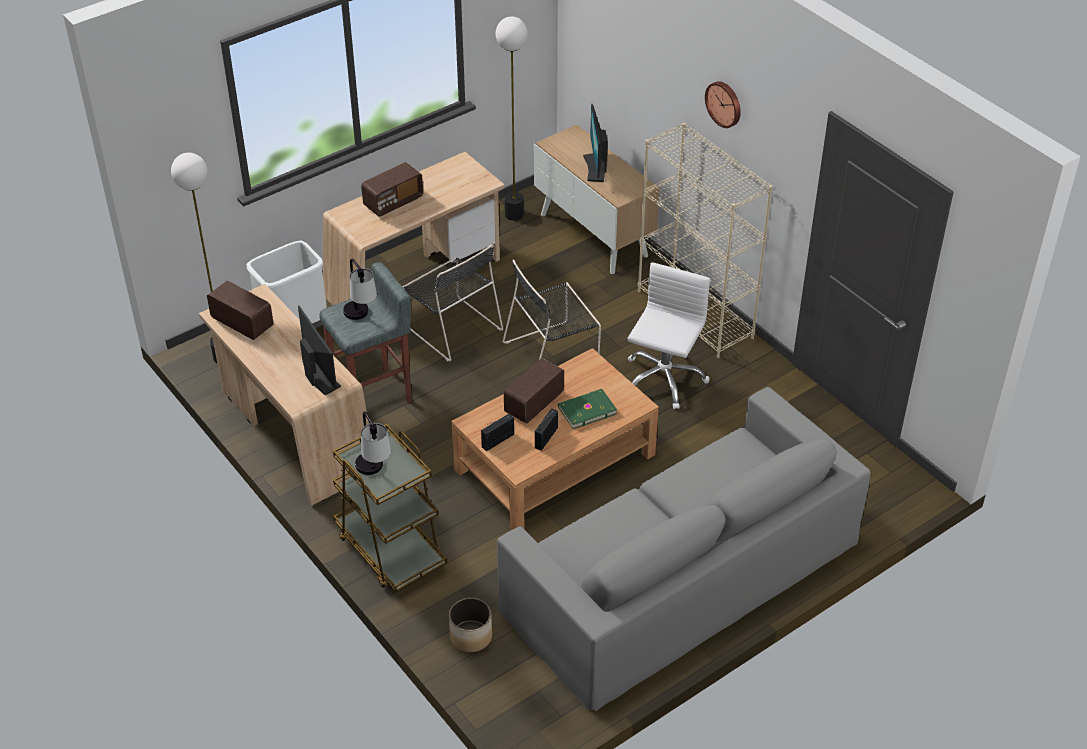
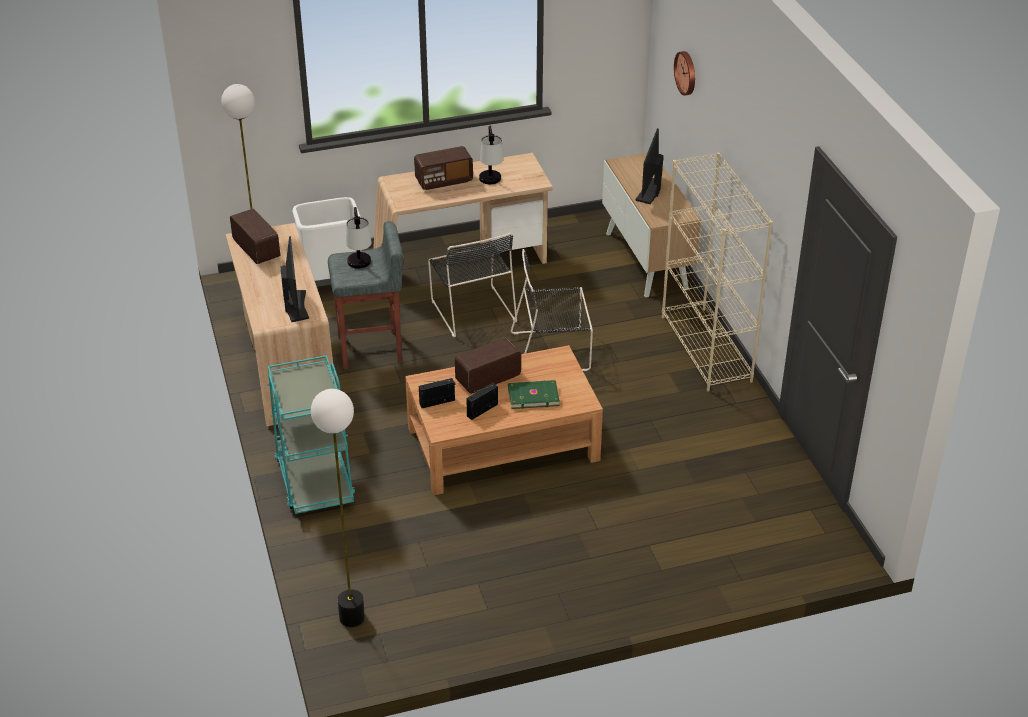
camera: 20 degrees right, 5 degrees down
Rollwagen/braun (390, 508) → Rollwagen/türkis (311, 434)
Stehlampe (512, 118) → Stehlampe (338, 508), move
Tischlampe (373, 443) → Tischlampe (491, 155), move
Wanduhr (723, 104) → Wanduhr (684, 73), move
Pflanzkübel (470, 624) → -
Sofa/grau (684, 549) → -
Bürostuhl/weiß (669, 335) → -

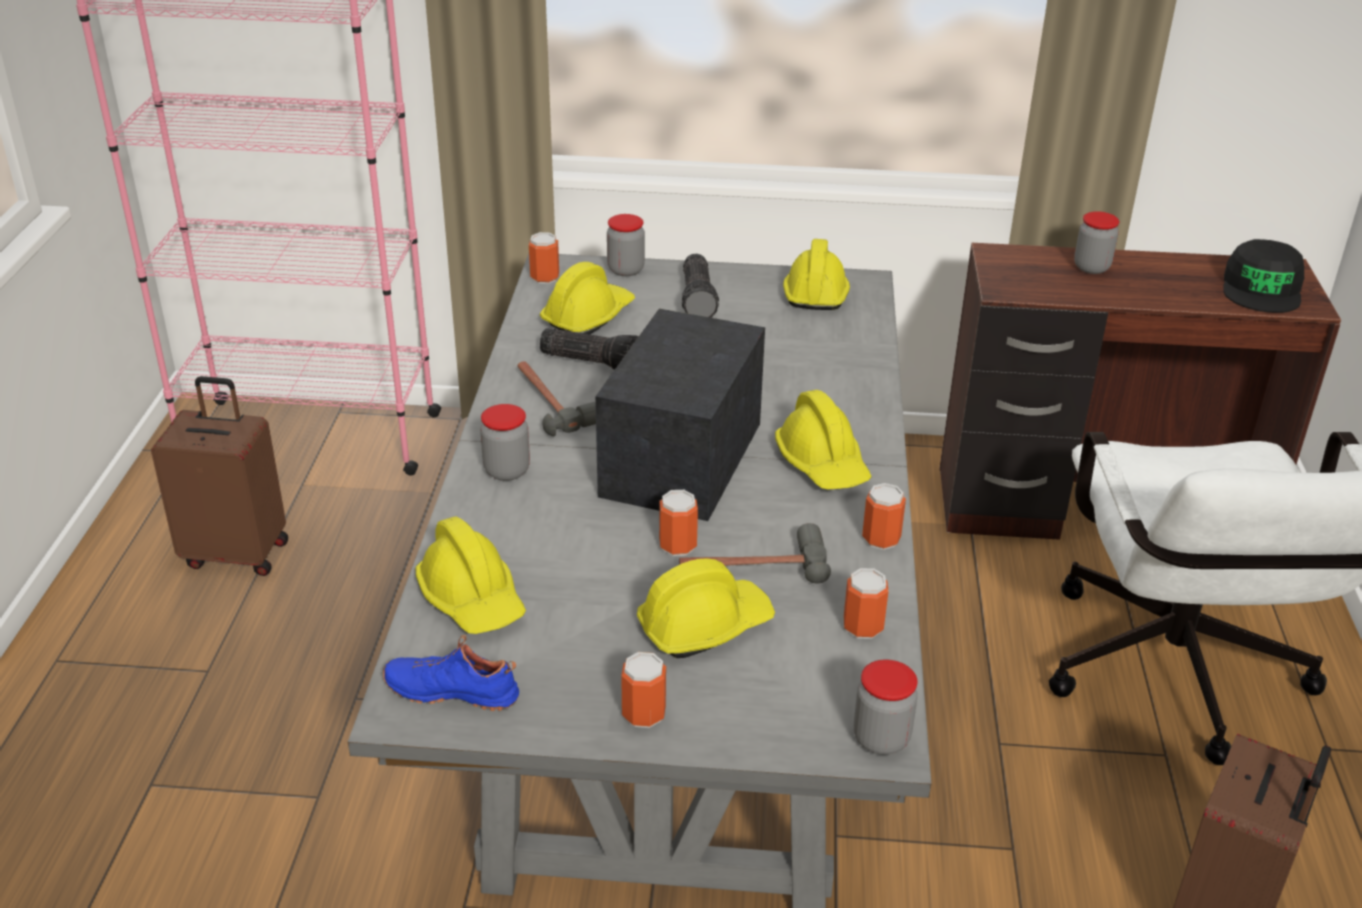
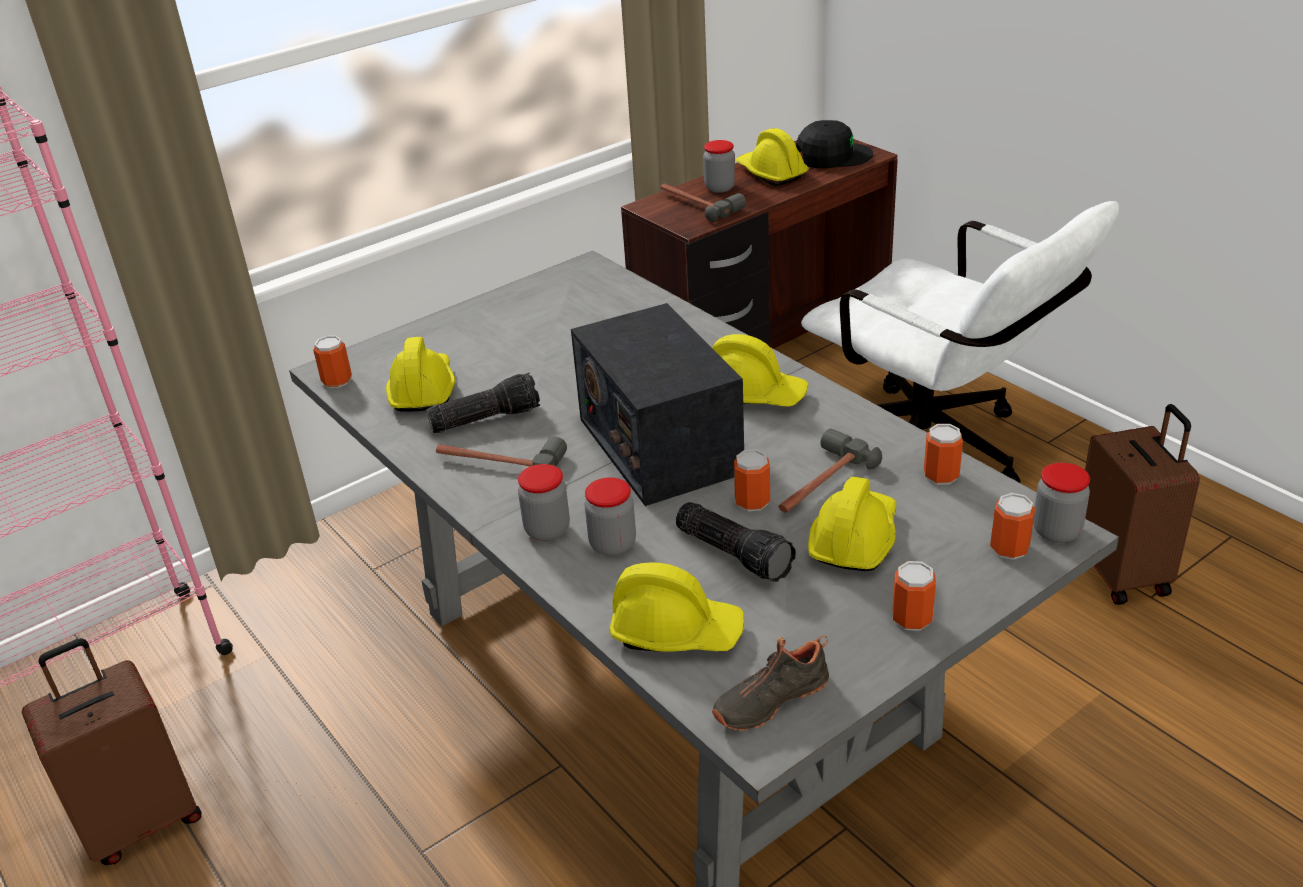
camera: 40 degrees left, 0 degrees up
Vorratsglas (626, 245) → Vorratsglas (610, 516), move
- → Hammer (703, 203)
Taschenlampe (700, 286) → Taschenlampe (736, 542), move
Schuh/blau (451, 673) → Schuh/schwarz (770, 683)
Schutzhelm/gelb (816, 274) → Schutzhelm/gelb (772, 157), move
Kappe/schwarz (1263, 276) → Kappe/schwarz (834, 144), 75 degrees counterclockwise
Dose (884, 516) → Dose (1012, 526), move

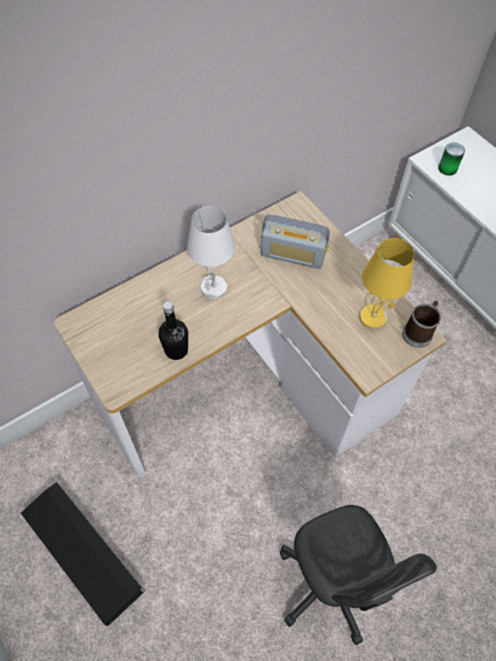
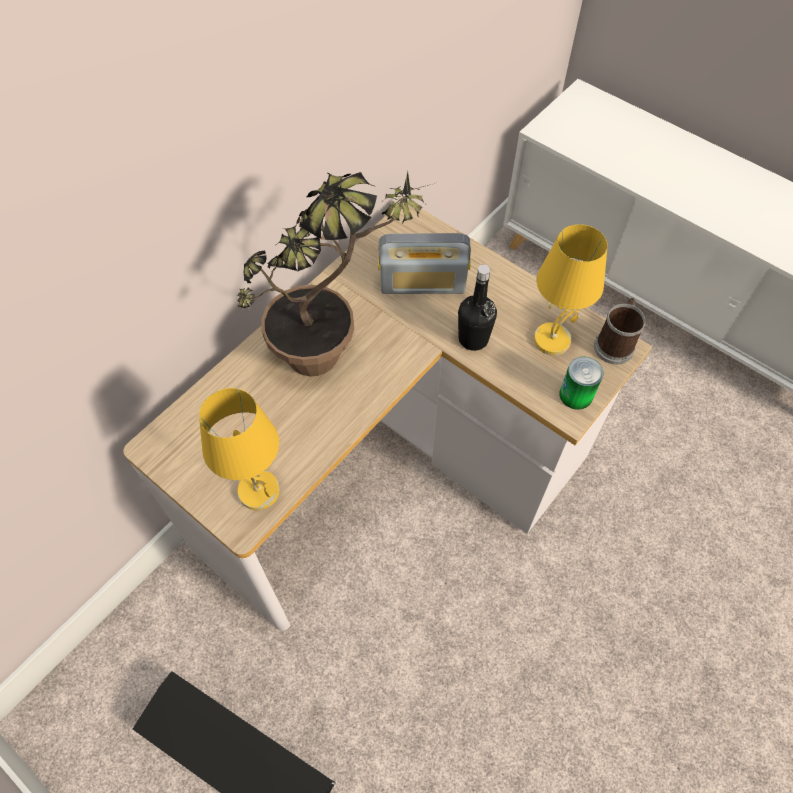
camera: 15 degrees left, 0 degrees up
- → Tischlampe/gelb (239, 449)
Tischlampe/weiß (211, 252) → Topfpflanze (336, 274)
Flasche/schwarz (173, 330) → Flasche/schwarz (477, 308), move
Dose (451, 159) → Dose (581, 383), move
Bürostuhl/grau (358, 575) → -

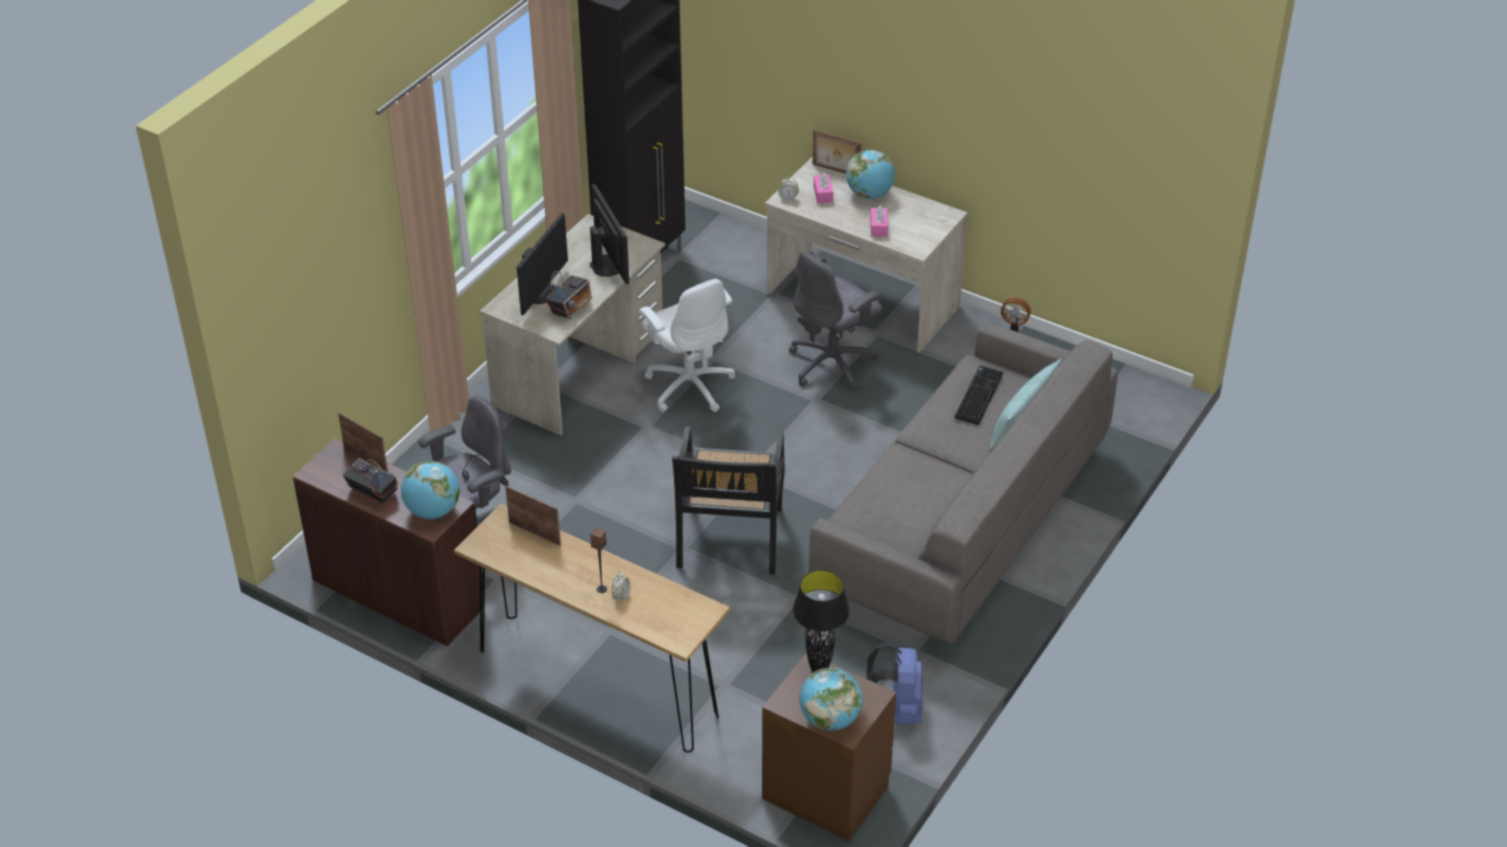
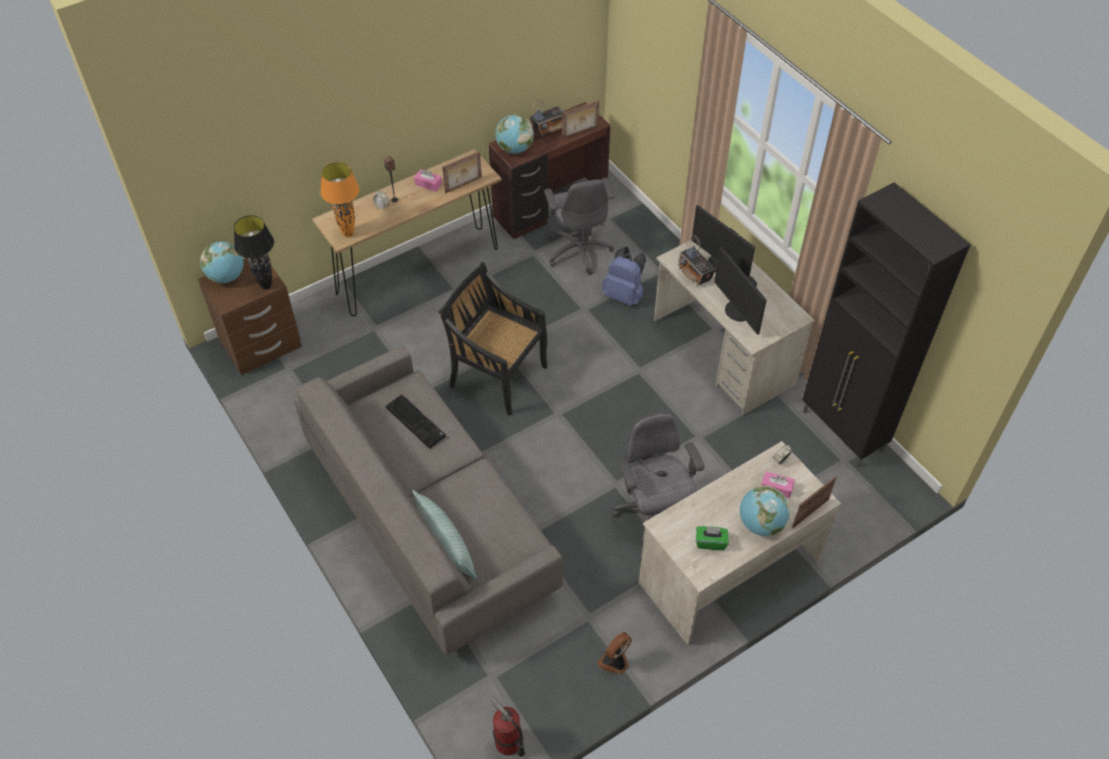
camera: 115 degrees right, 10 degrees up
- → Tischlampe/orange (339, 199)
Tastatur (979, 395) → Tastatur (416, 421), move
Taschentuchbox/rosa (879, 221) → Taschentuchbox/rosa (428, 180), move
- → Feuerlöscher (507, 727)
Rucksack/blau (894, 683) → Rucksack/blau (624, 276), move
- → Taschentuchbox/grün (712, 538)
Monitor (609, 234) → Monitor (740, 291), 60 degrees clockwise
Bürostuhl/weiß (687, 345) → -

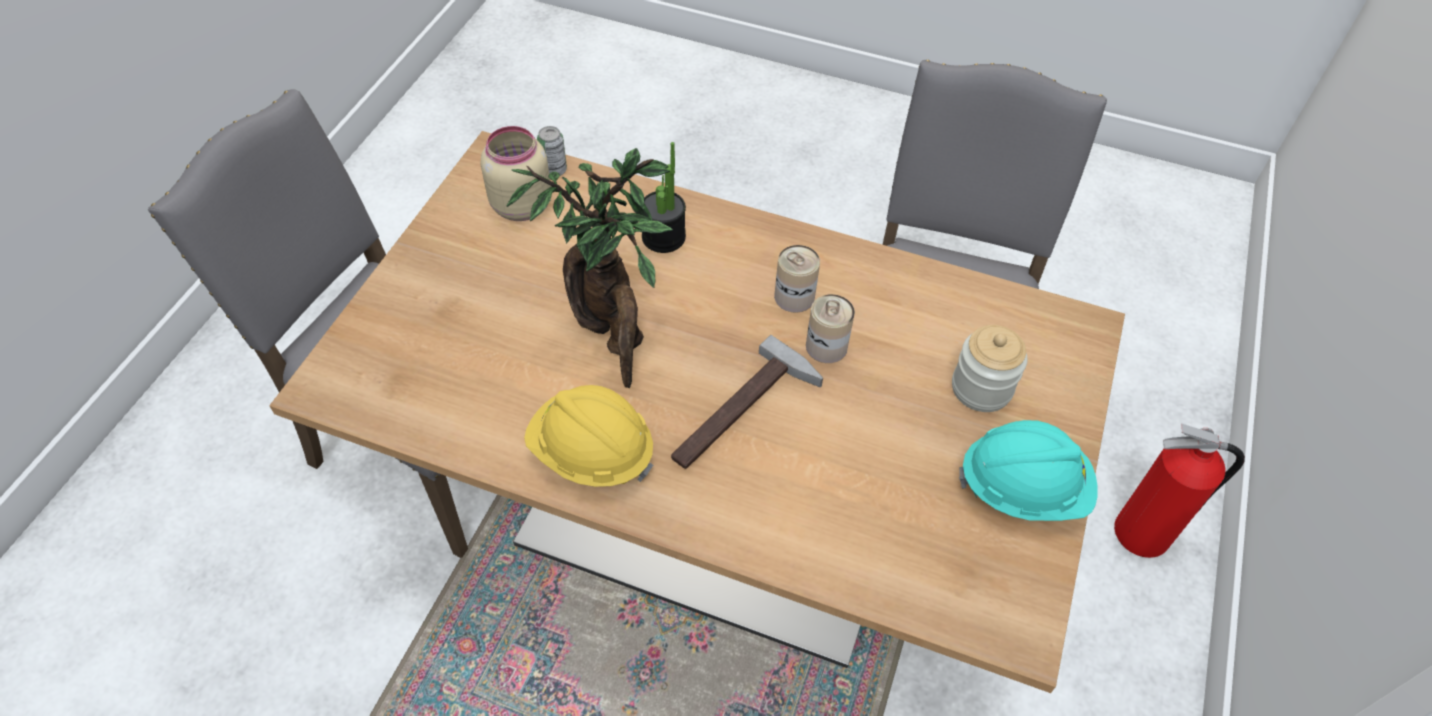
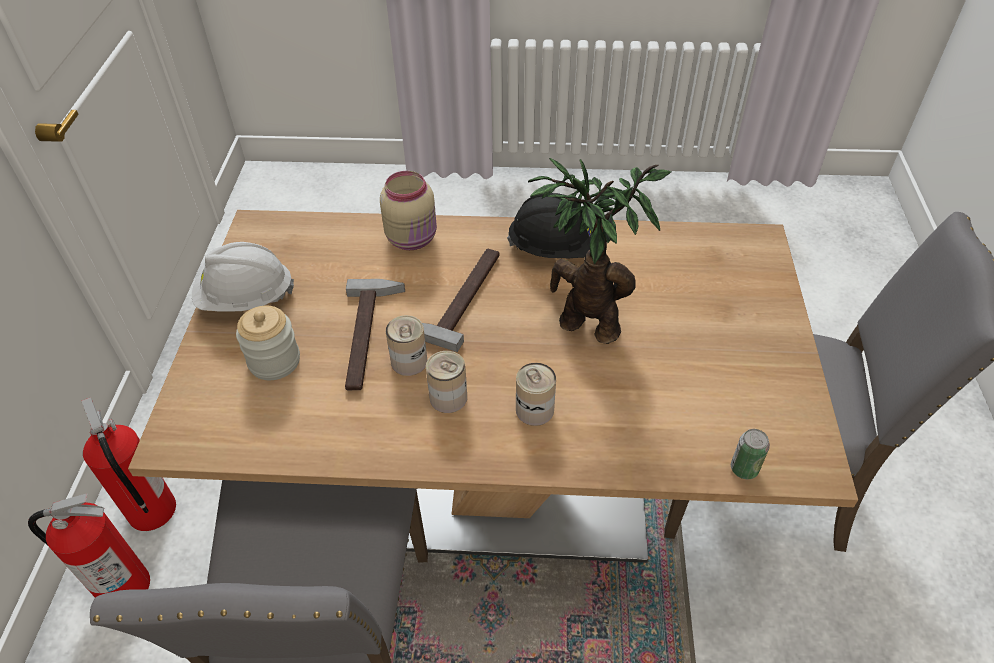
camera: 165 degrees right, 5 degrees down
- → Feuerlöscher (129, 464)
Schutzhelm/türkis (1028, 470) → Schutzhelm/weiß (243, 277)
- → Hammer (375, 334)
Vorratsglas/beige (516, 173) → Vorratsglas/beige (408, 210), move
Schutzhelm/gelb (588, 436) → Schutzhelm/schwarz (549, 225)
- → Dose (536, 394)
Topfpflanze (664, 197) → -

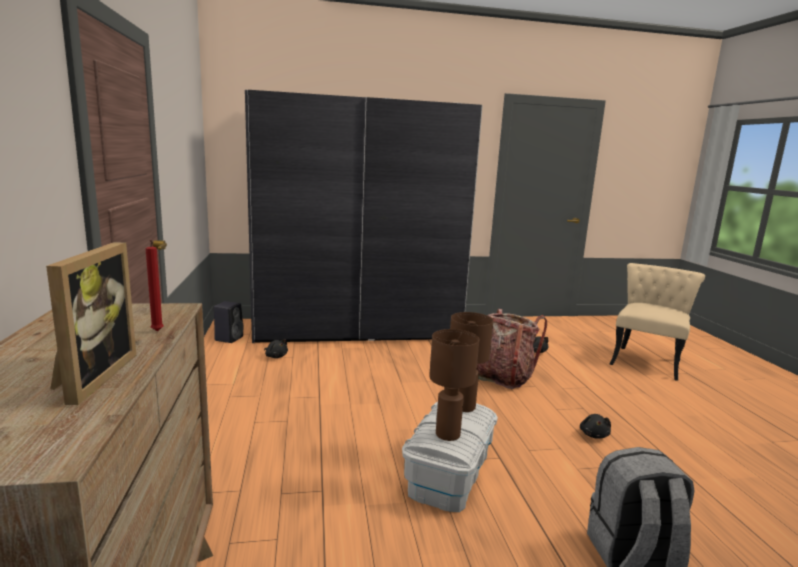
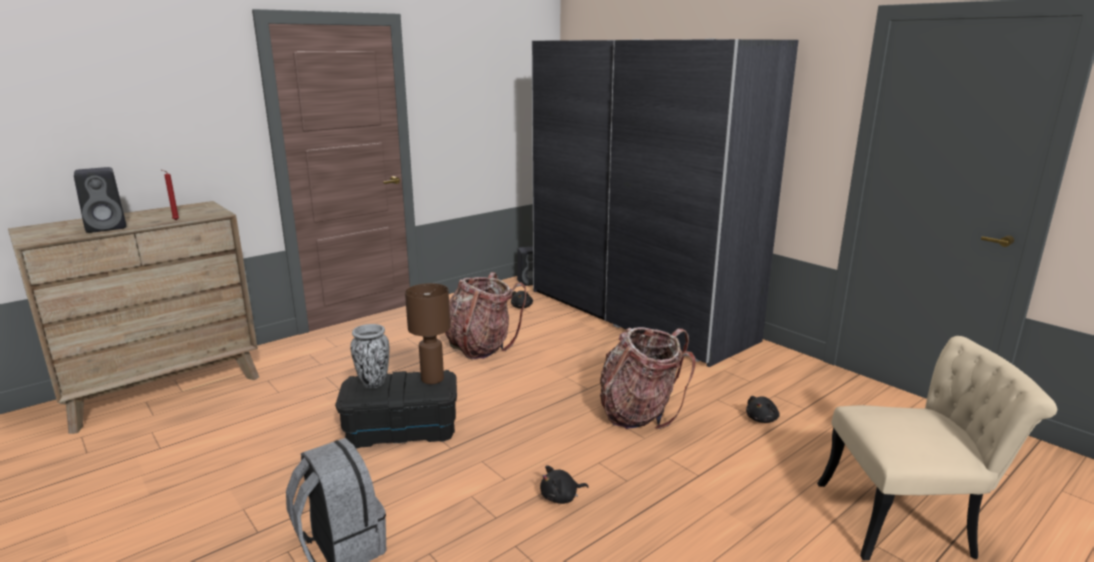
camera: 60 degrees right, 5 degrees up
Bilderrahmen (91, 323) → Lautsprecher/schwarz (100, 200)
Aufbewahrungsbox/weiß (450, 457) → Aufbewahrungsbox/schwarz (396, 409)
Tischlampe/braun (454, 385) → Vase (369, 356)
- → Rucksack (485, 316)

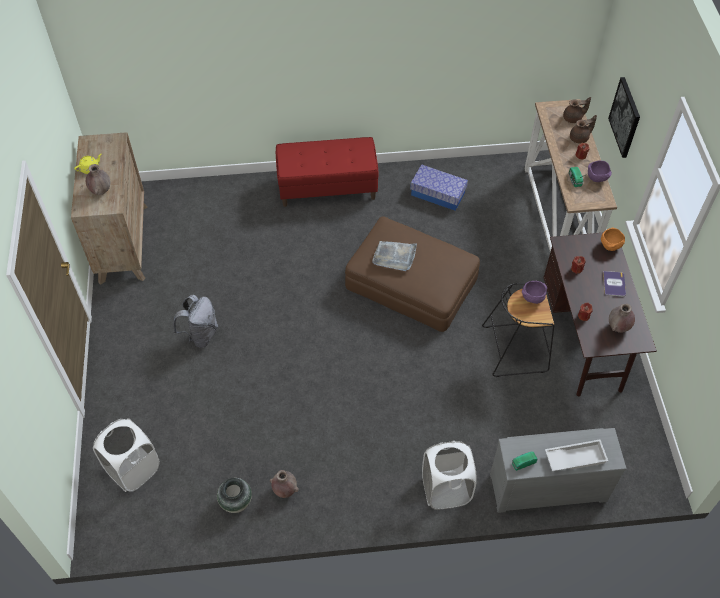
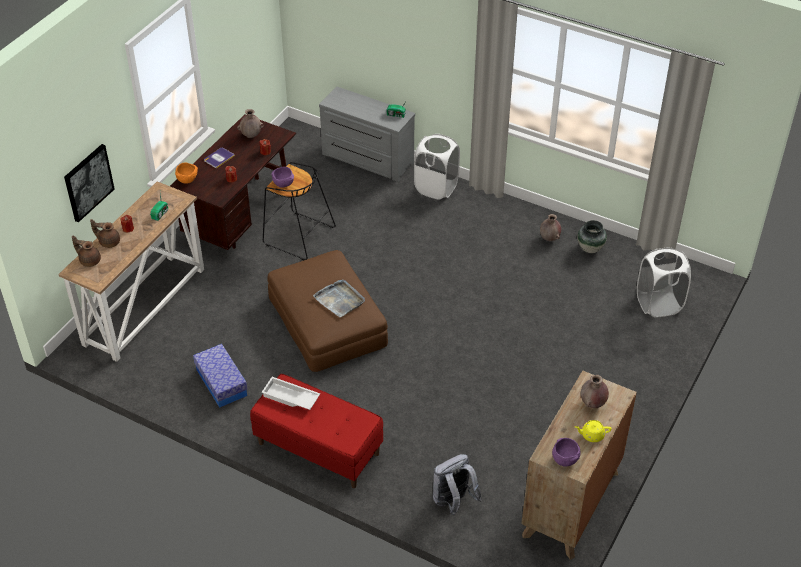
camera: 145 degrees left, 10 degrees down
Tablett/weiß (576, 455) → Tablett/weiß (290, 393), move
Rucksack/grau (195, 321) → Rucksack/grau (457, 485), move
Schüssel/lila (600, 171) → Schüssel/lila (566, 452), move

